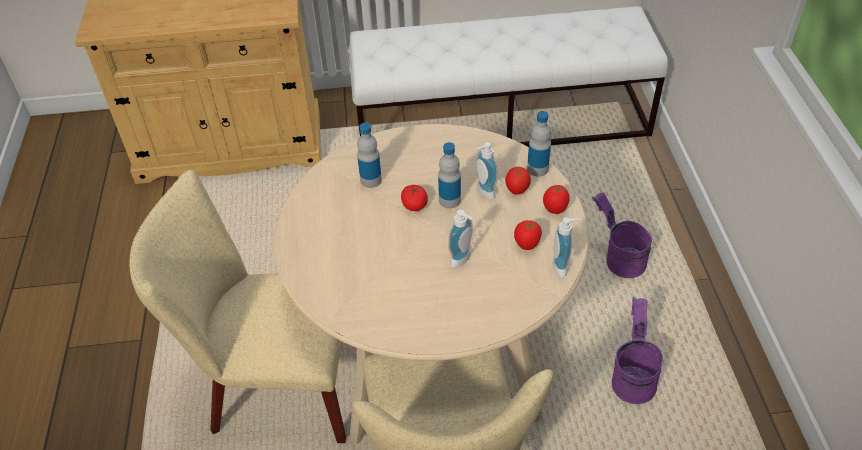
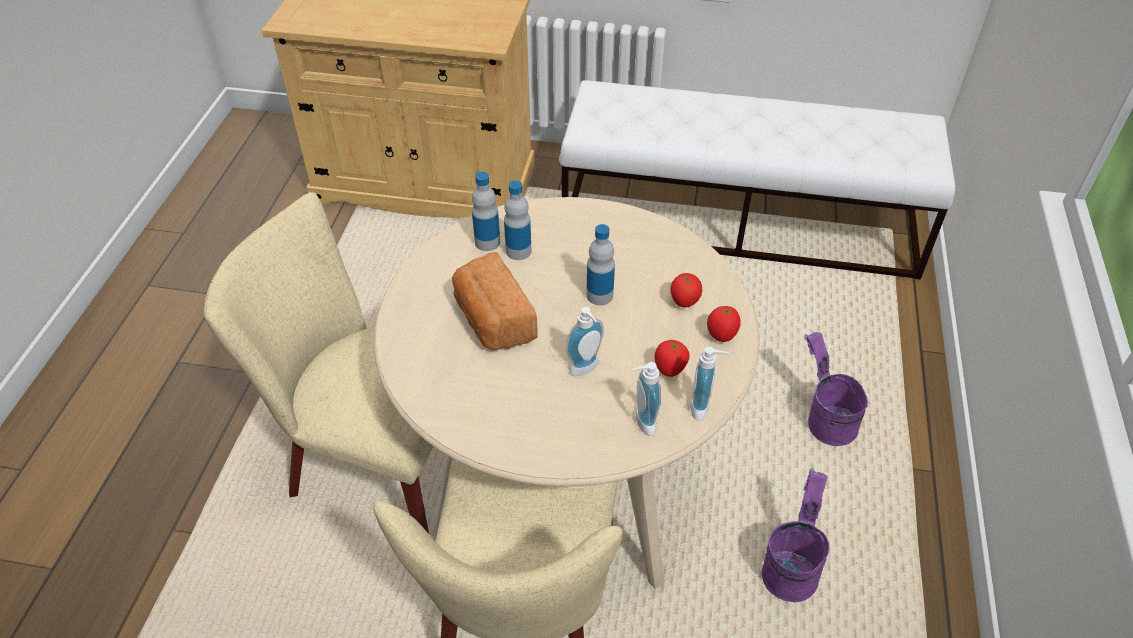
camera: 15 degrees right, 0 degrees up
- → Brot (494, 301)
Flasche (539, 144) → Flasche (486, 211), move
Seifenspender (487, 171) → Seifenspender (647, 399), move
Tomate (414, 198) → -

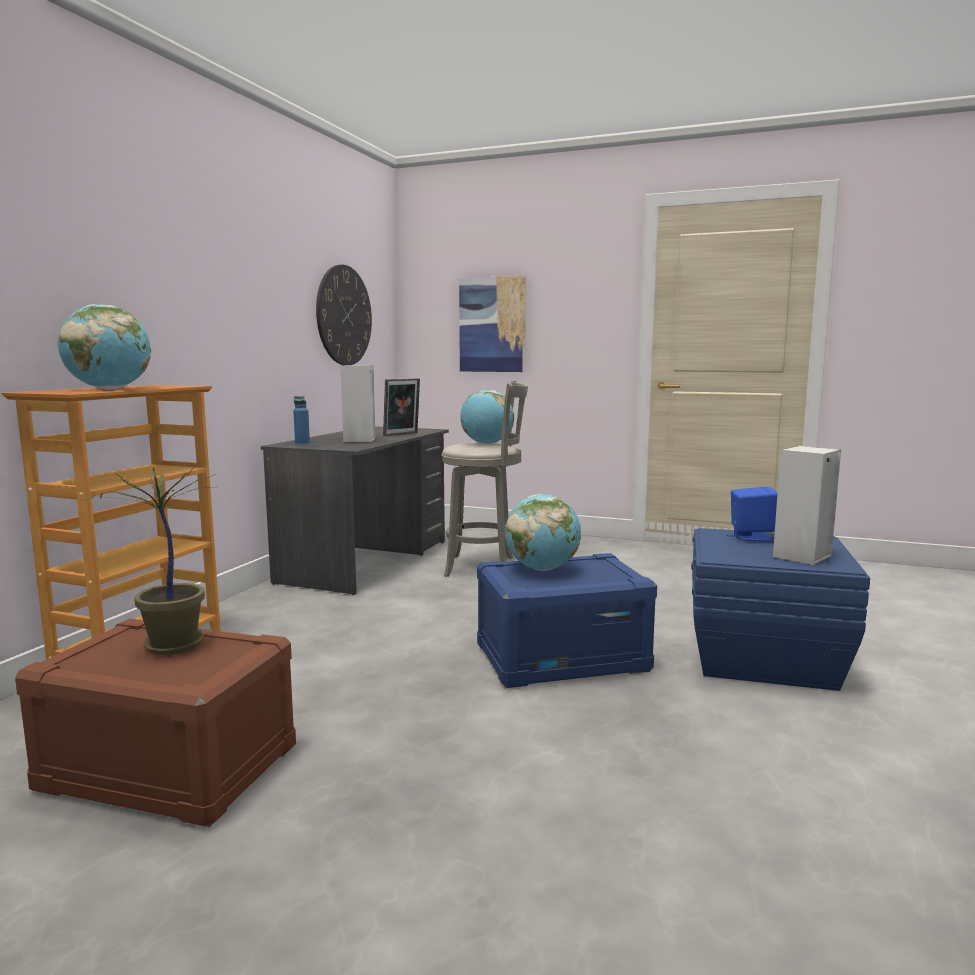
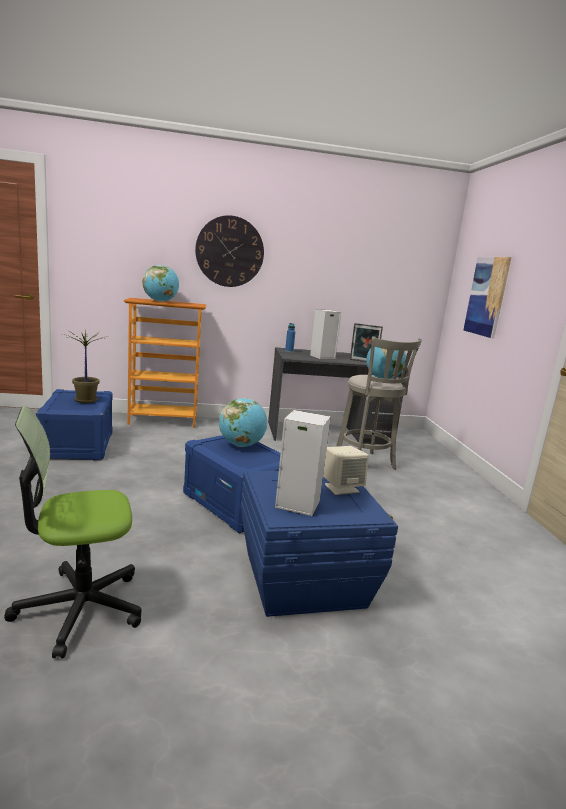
camera: 60 degrees right, 5 degrees up
- → Bürostuhl (72, 532)
Aufbewahrungsbox/braun (155, 722) → Aufbewahrungsbox/blau (74, 425)
Wanduhr (344, 315) → Wanduhr (229, 251), move
Lautsprecher/blau (754, 514) → Lautsprecher/beige (346, 470)

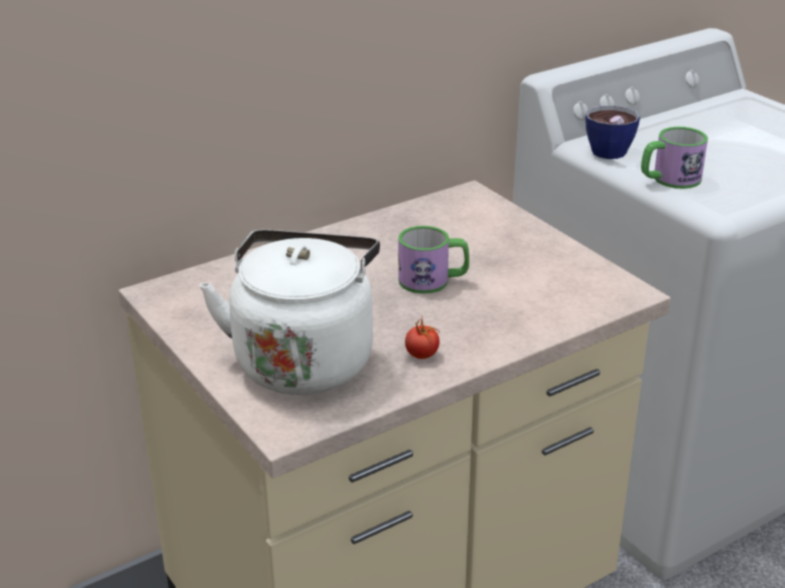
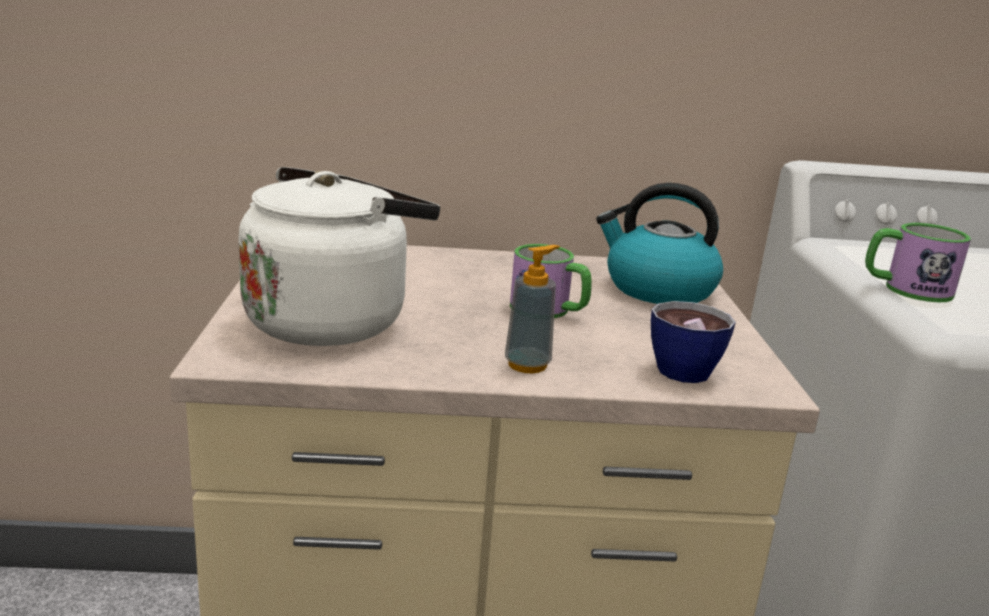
camera: 30 degrees right, 10 degrees down
- → Seifenspender (532, 309)
- → Wasserkessel (659, 243)
Tasse (612, 132) → Tasse (693, 342), move
Tomate (422, 338) → -

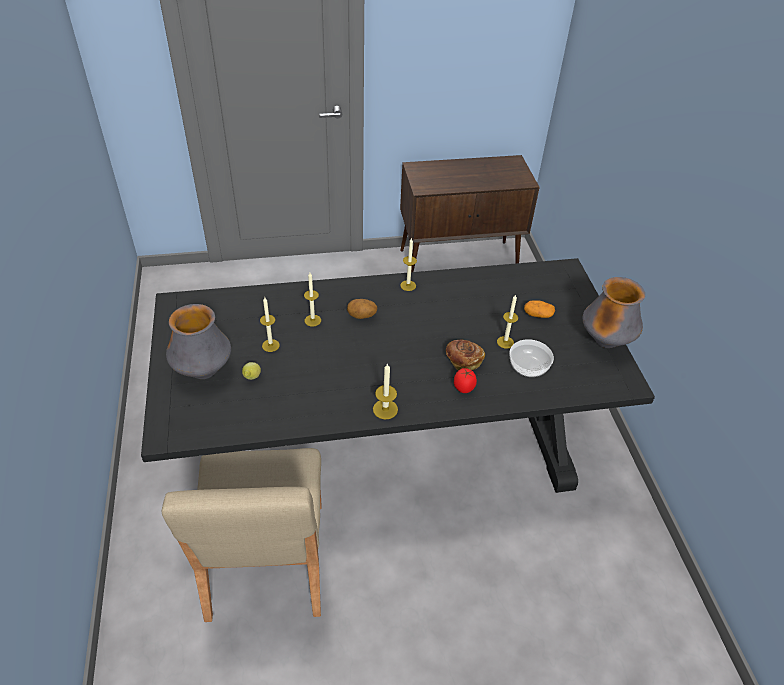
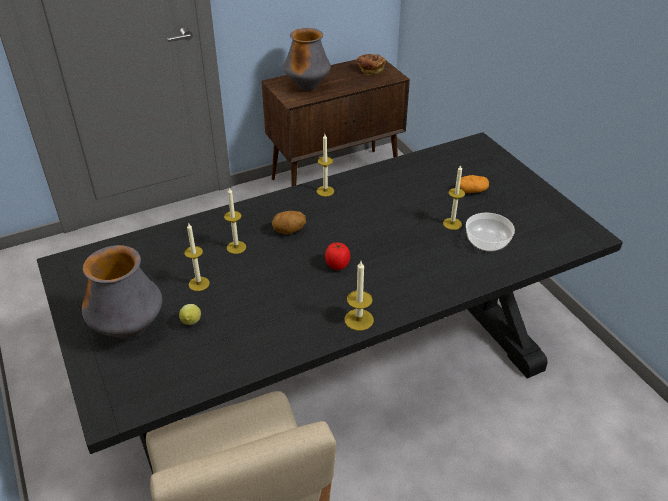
camera: 15 degrees left, 5 degrees down
Vase (614, 312) → Vase (307, 59), move
Tomate (465, 380) → Tomate (337, 256), move
Brot (465, 354) → Brot (371, 64), move

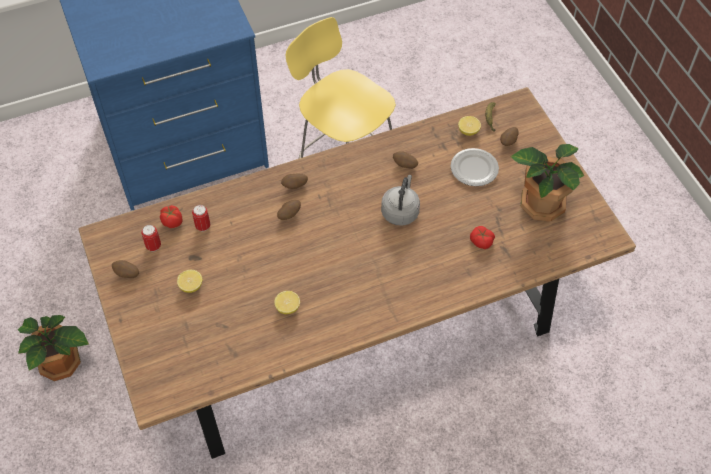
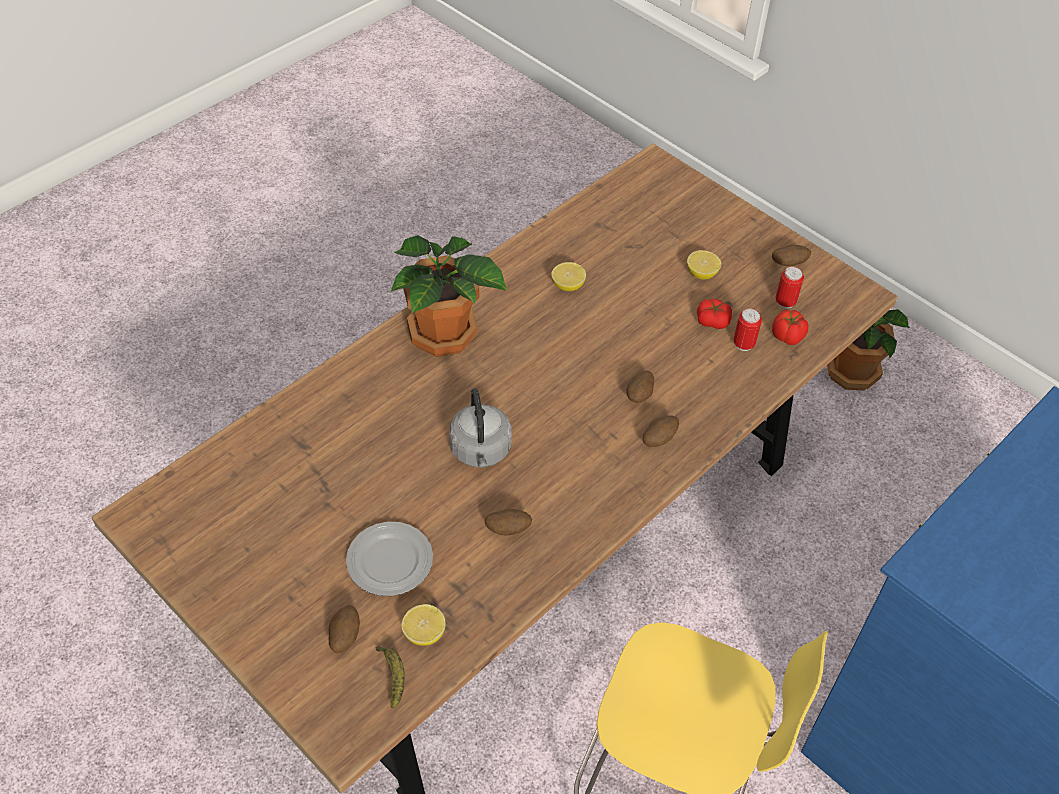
camera: 155 degrees right, 5 degrees down
Topfpflanze (547, 183) → Topfpflanze (449, 296), move
Tomate (482, 237) → Tomate (714, 314), move

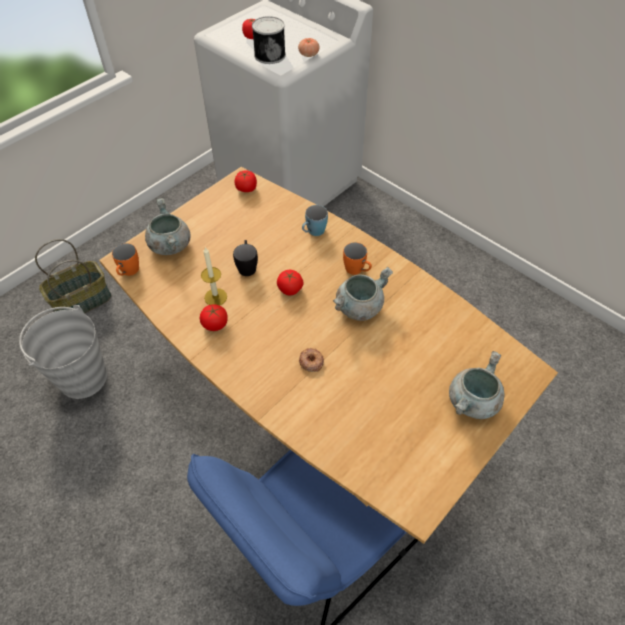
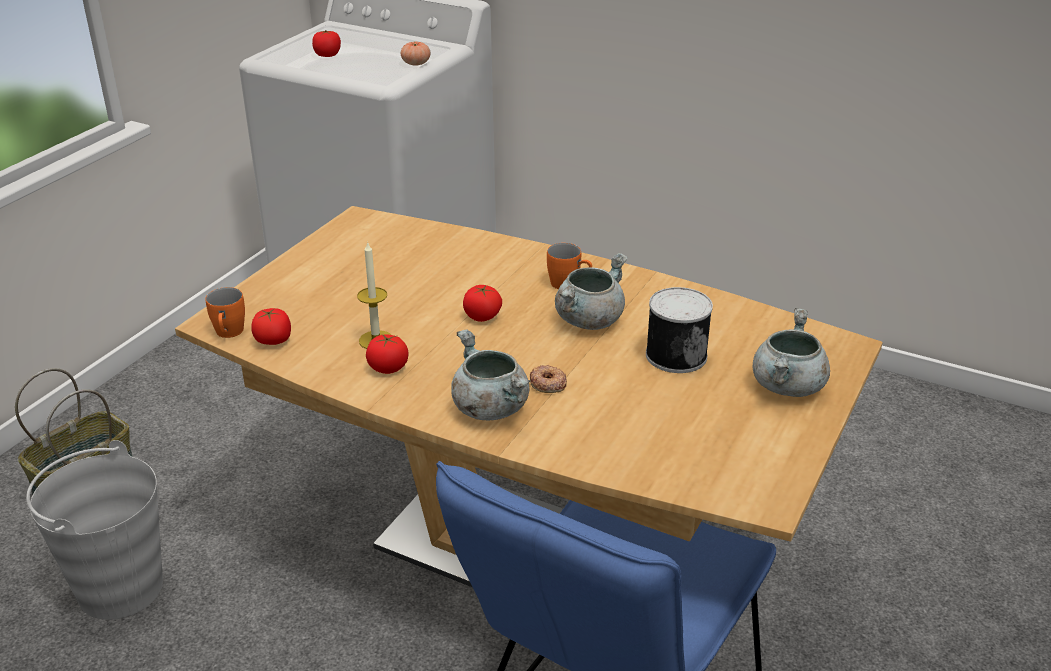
camera: 15 degrees left, 20 degrees down
Tomate (245, 181) → Tomate (271, 326), move
Kochtopf/grau (168, 226) → Kochtopf/grau (490, 375), move
Dose (269, 40) → Dose (679, 330), move
Henkelbecher/schwarz (245, 258) → -
Henkelbecher/blau (315, 220) → -

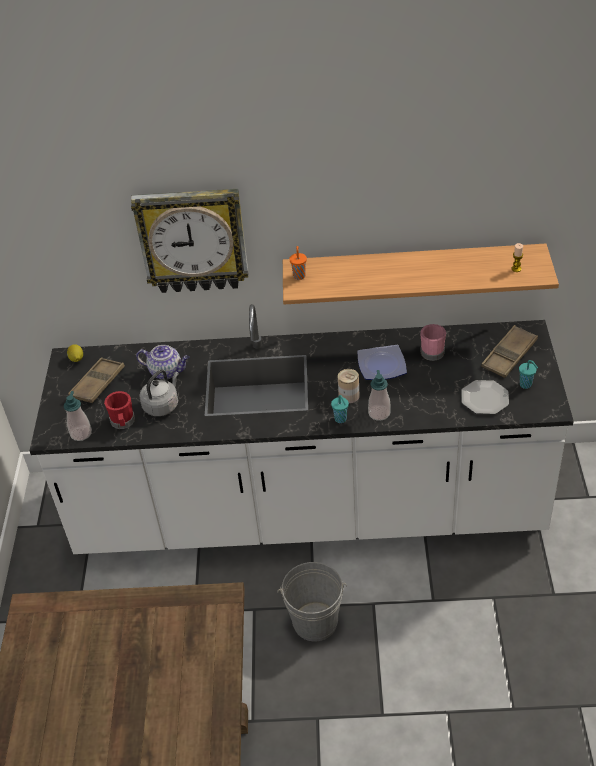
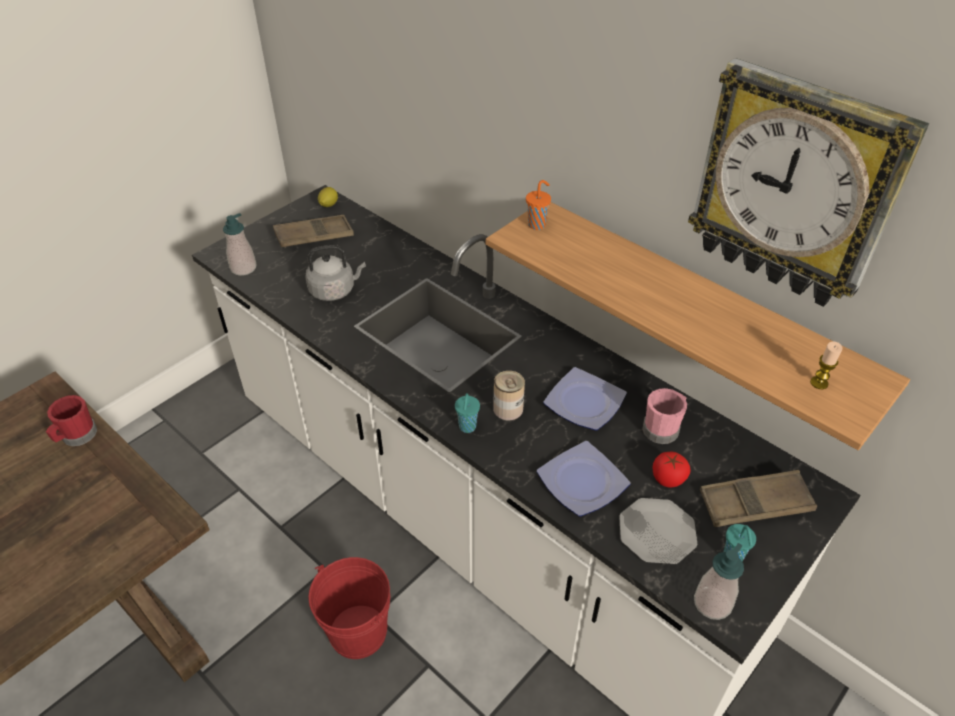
camera: 40 degrees right, 0 degrees up
Henkelbecher/rot (119, 410) → Henkelbecher/rot (71, 420), move
Eimer/grau (312, 601) → Eimer/rot (349, 608)
- → Teller (584, 479)
- → Tomate (671, 470)
Wanduhr (190, 241) → Wanduhr (808, 182), move
Seifenspender (379, 395) → Seifenspender (719, 581), move
Teekanne (162, 362) → -

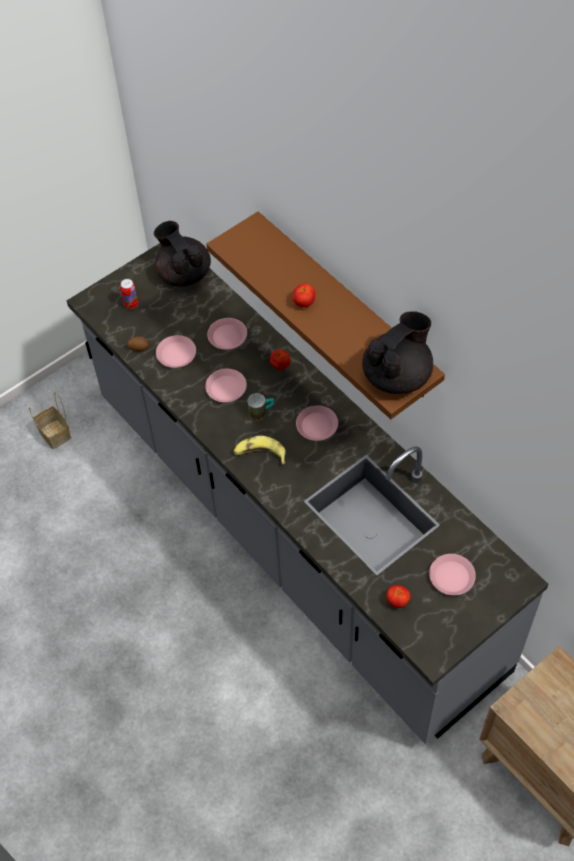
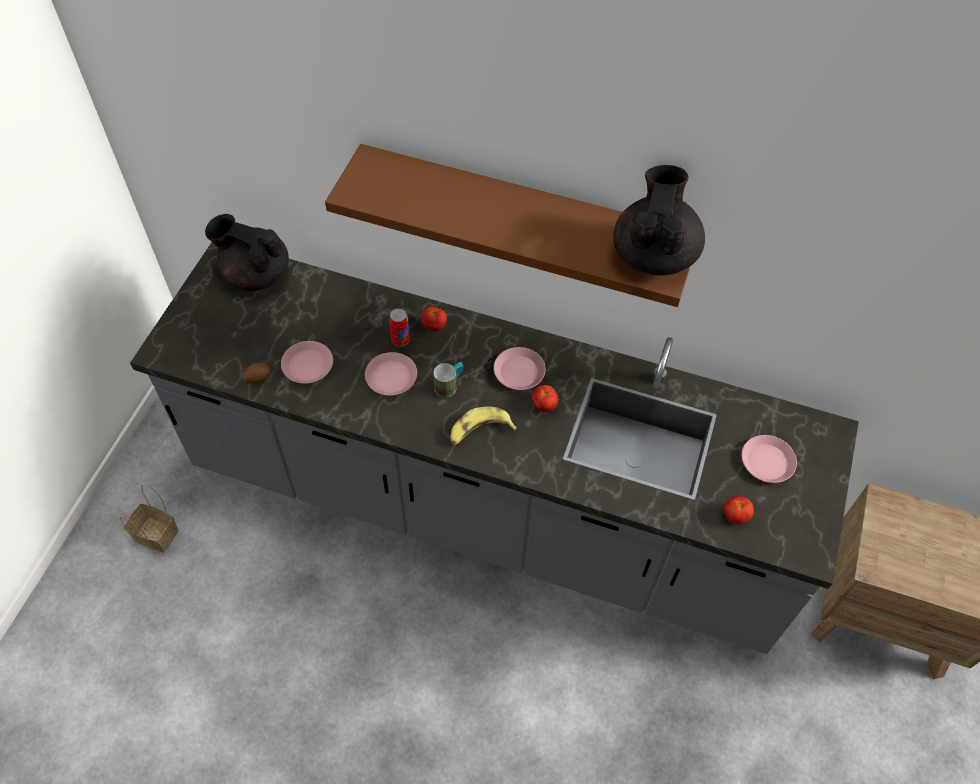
camera: 35 degrees left, 0 degrees up
Dose (129, 294) → Dose (399, 327), move
Tomate (304, 296) → Tomate (545, 398), move
Teller/rosa (227, 334) → -

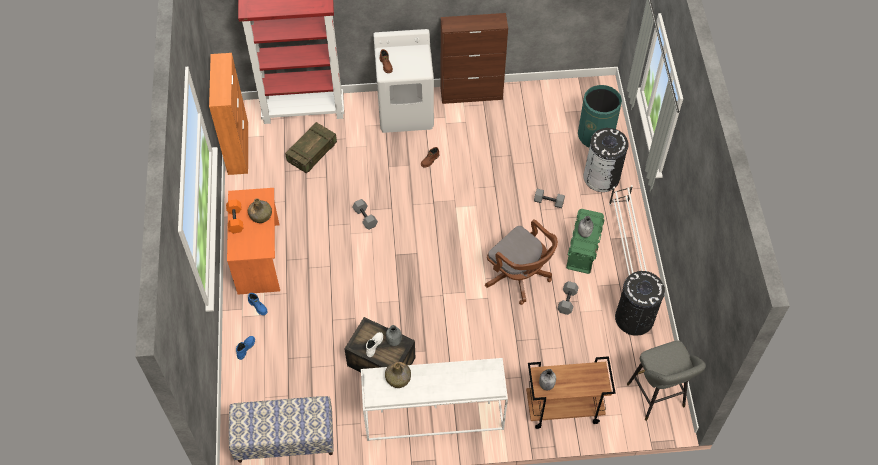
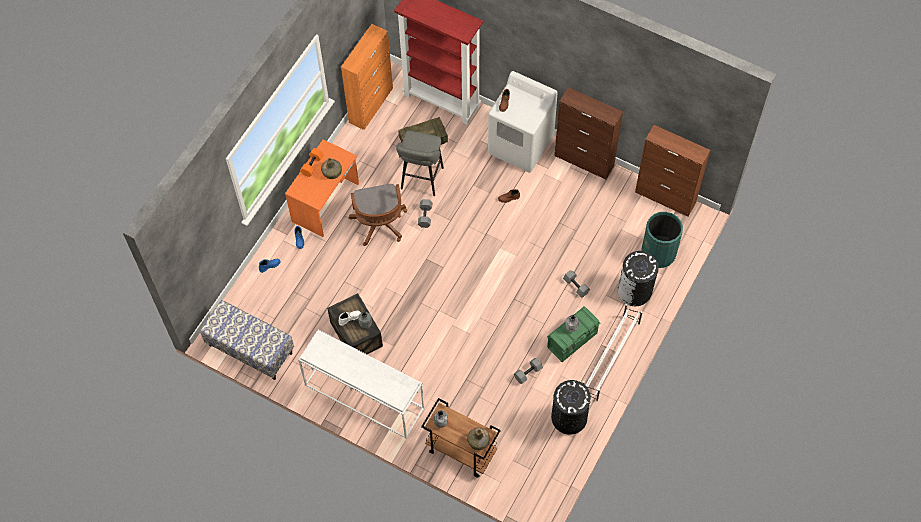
camera: 35 degrees right, 5 degrees up
Bürostuhl/braun (521, 262) → Bürostuhl/braun (378, 215), move
Hocker/grau (666, 381) → Hocker/grau (420, 163), move
Flasche/grün (398, 375) → Flasche/grün (478, 438), move
- → Schrank/braun (672, 171)

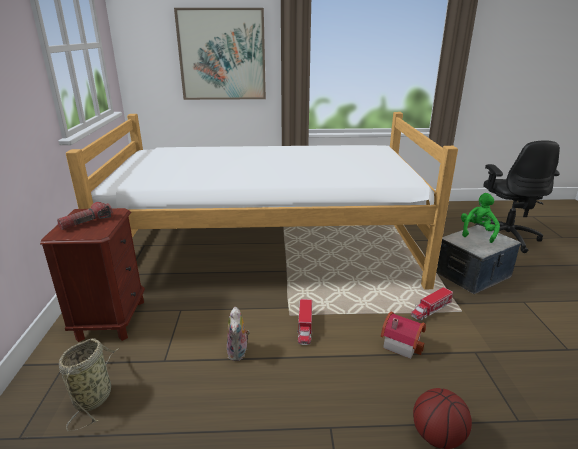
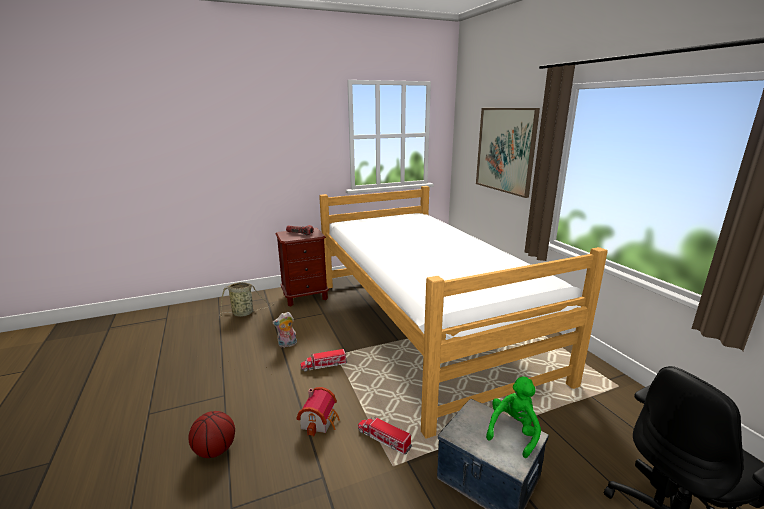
camera: 70 degrees right, 5 degrees down
Plüschtier/grün (480, 218) → Plüschtier/grün (513, 417), 60 degrees counterclockwise

